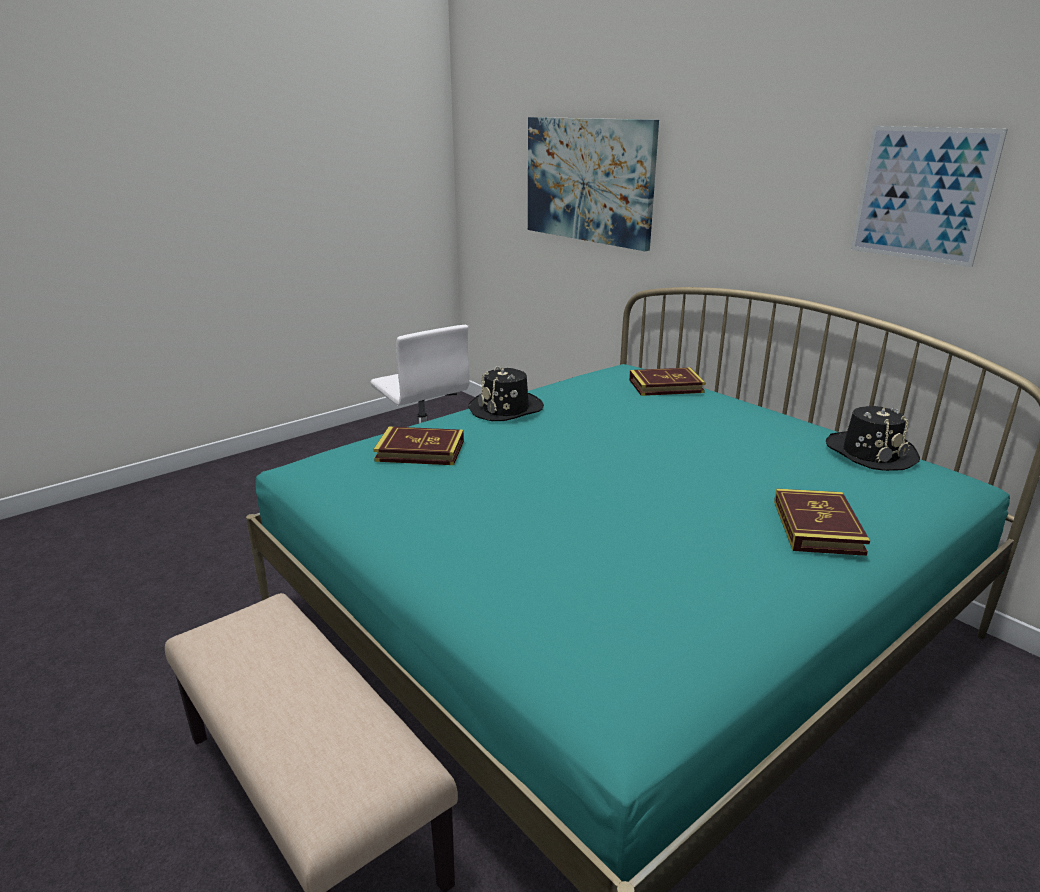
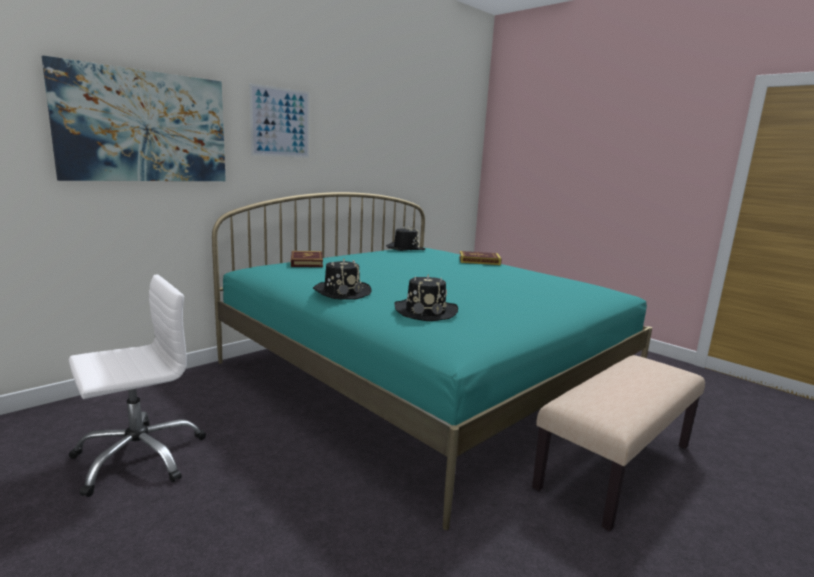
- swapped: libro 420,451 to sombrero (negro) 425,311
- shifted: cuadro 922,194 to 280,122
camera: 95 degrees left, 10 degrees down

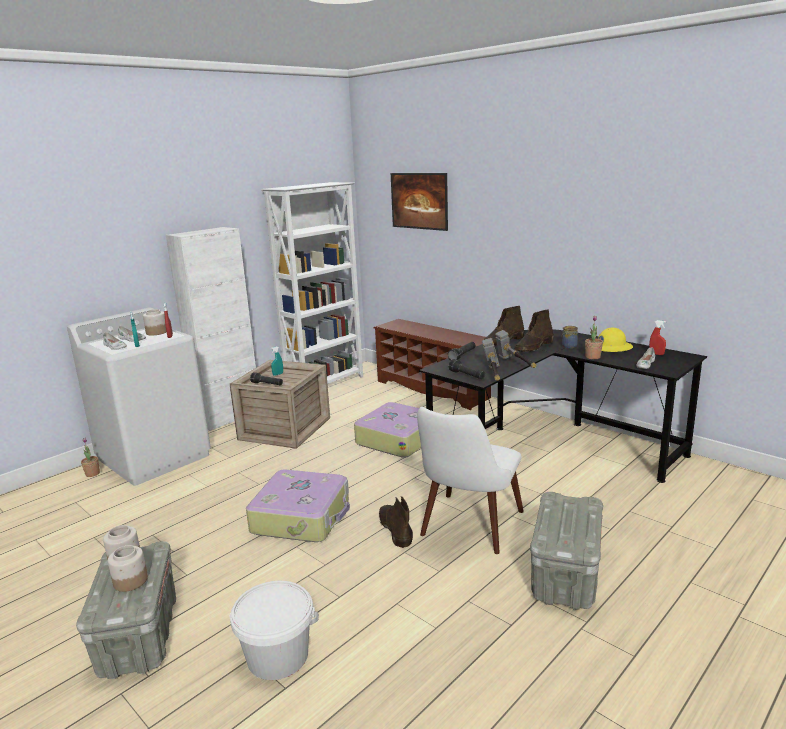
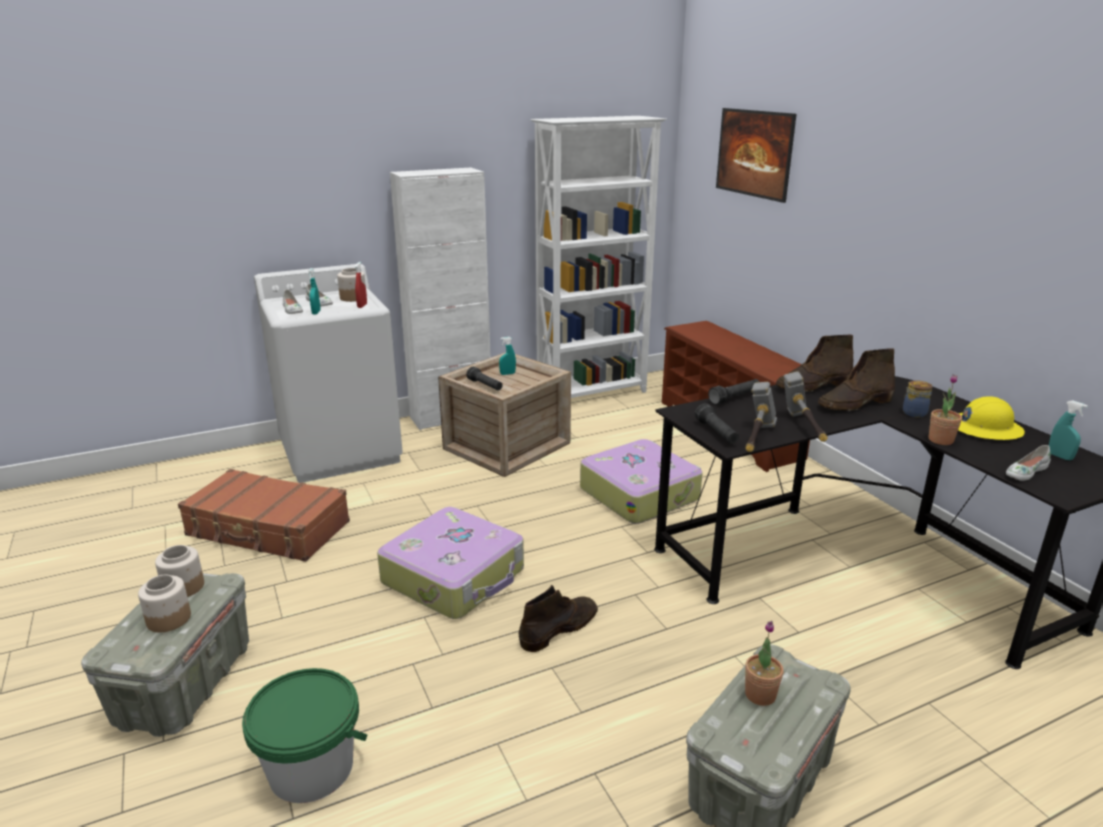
- shifted: planta en maceta 92,474 to 760,695
- repainted: cubo (blanco) 278,656 to cubo (verde) 311,768
- rotated: bota (marrón) 395,529 = 559,628 45 degrees clockwise
- gone: silla (blanco) 467,530
- repainted: pulverizador (rojo) 656,354 to pulverizador (turquesa) 1060,456
- new: maleta (marrón) 268,529
camera: 20 degrees right, 5 degrees up

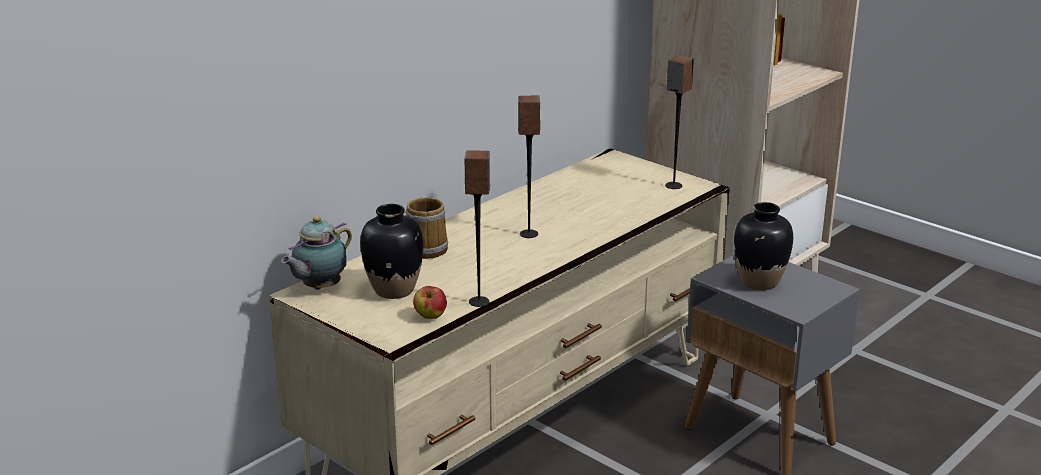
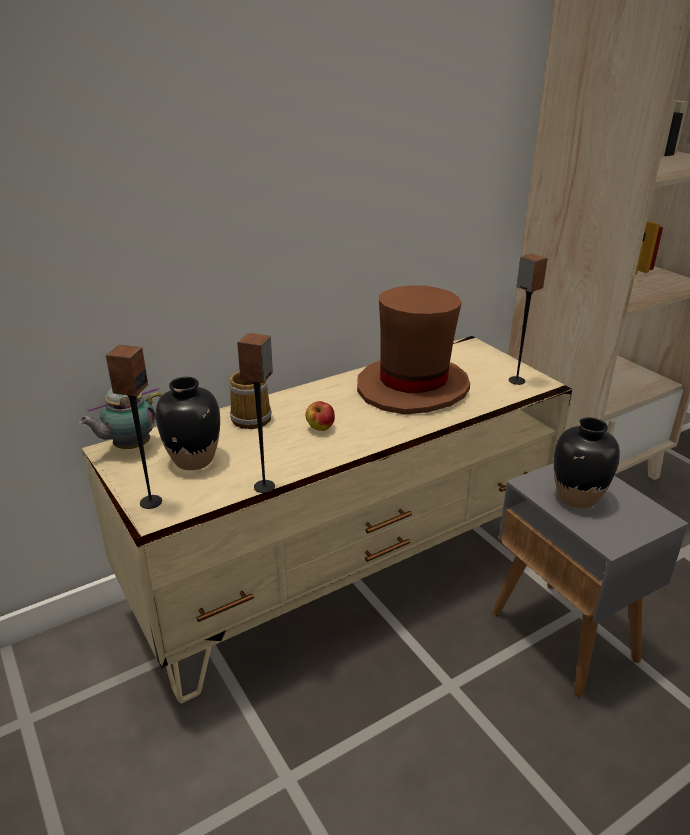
- shifted: manzana 430,317 to 320,428
- shifted: altavoz 528,234 to 150,502
- new: sombrero (marrón) 413,387
camera: 15 degrees right, 5 degrees up

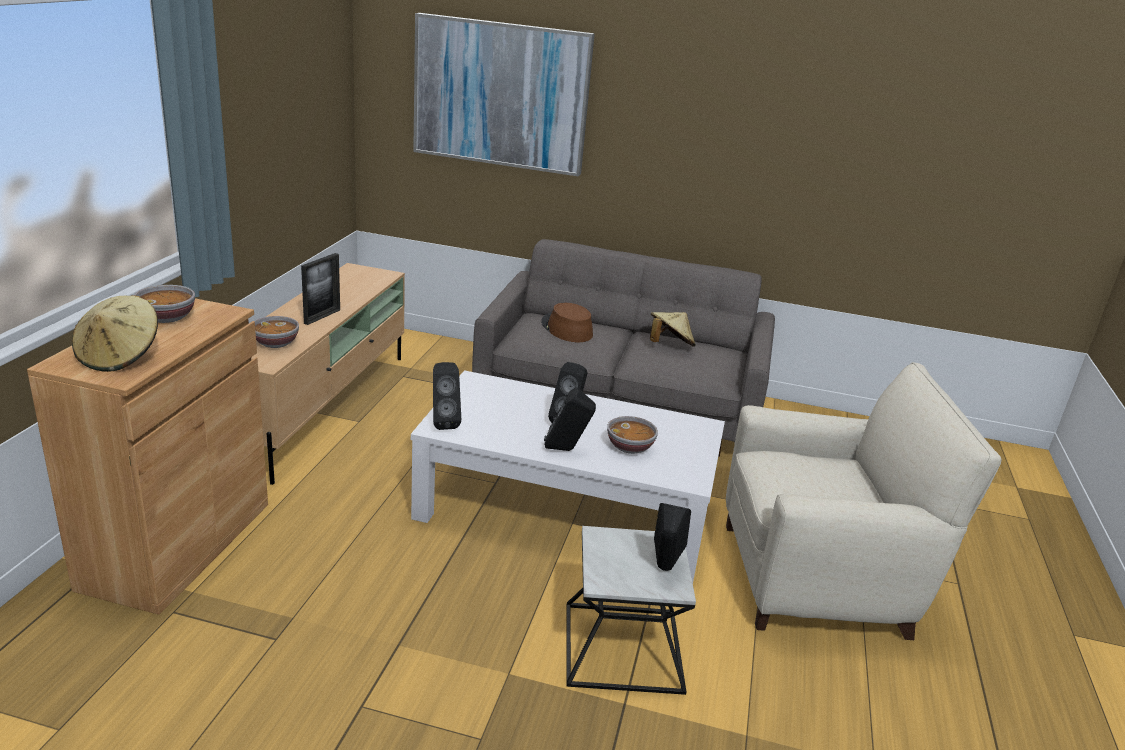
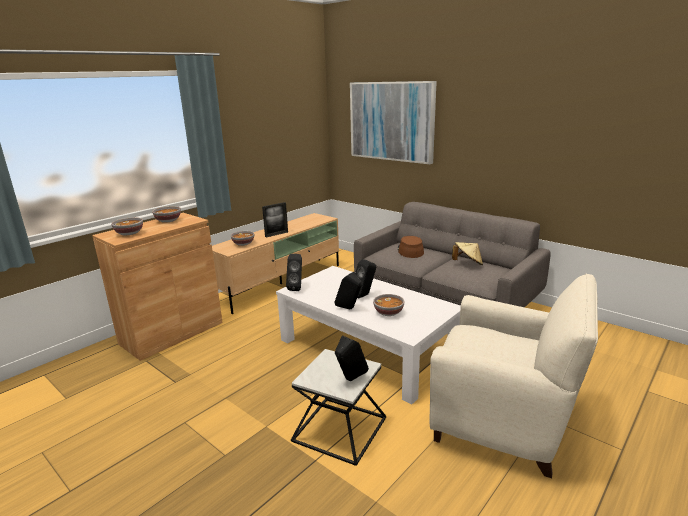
- swapped: sombrero (beis) 119,357 to cuenco 129,233
camera: 30 degrees right, 5 degrees down

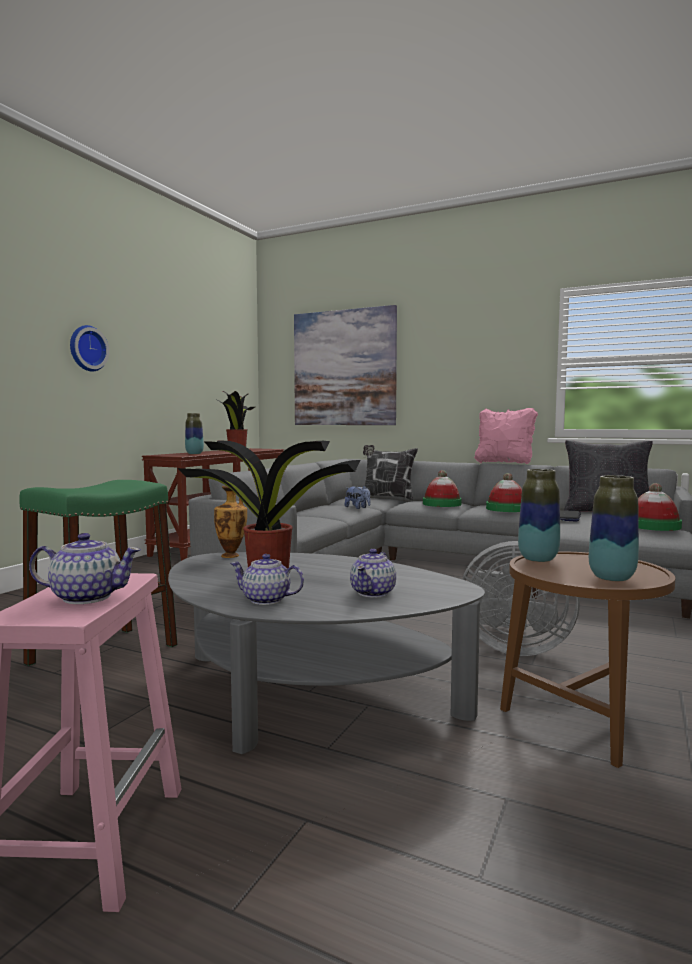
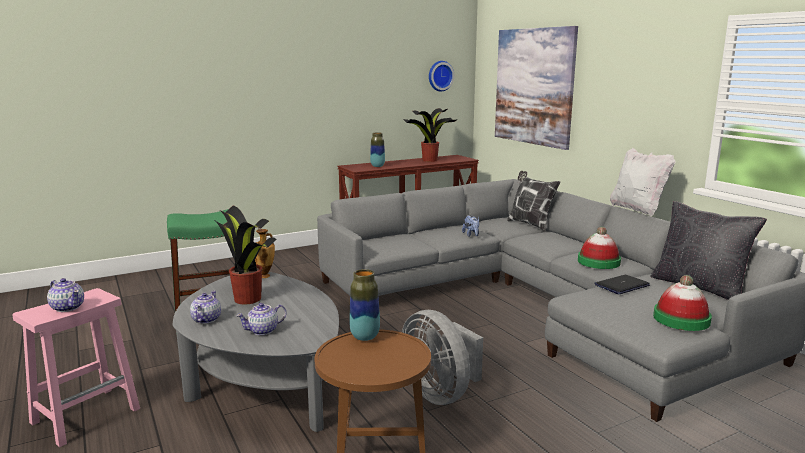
- shifted: reloj de pared 86,348 to 440,76
- rotated: tetera 266,600 = 206,319 45 degrees clockwise
- gone: sombrero 442,504
- repainted: cojín (rosa) 504,463 to cojín (blanco) 637,210
- gone: florero 612,578
camera: 35 degrees right, 10 degrees up

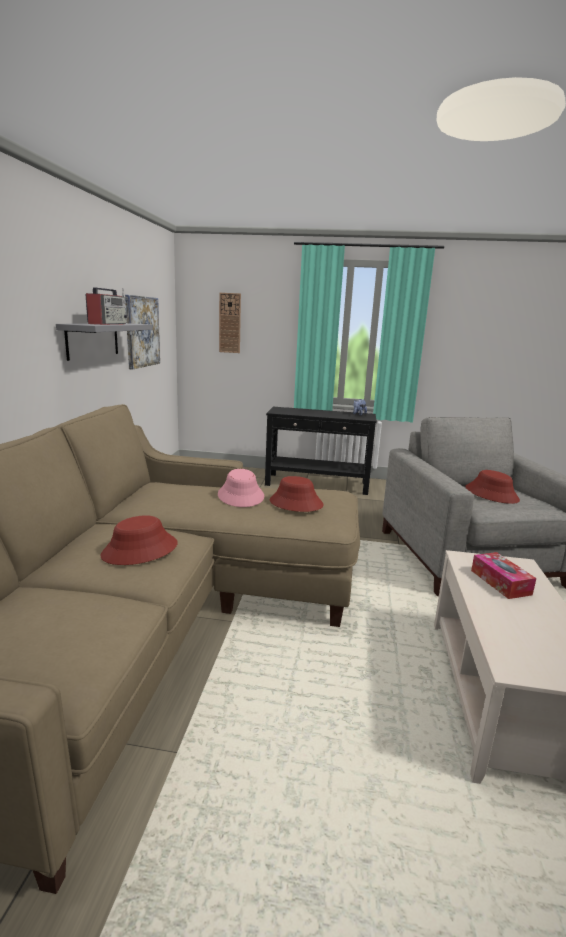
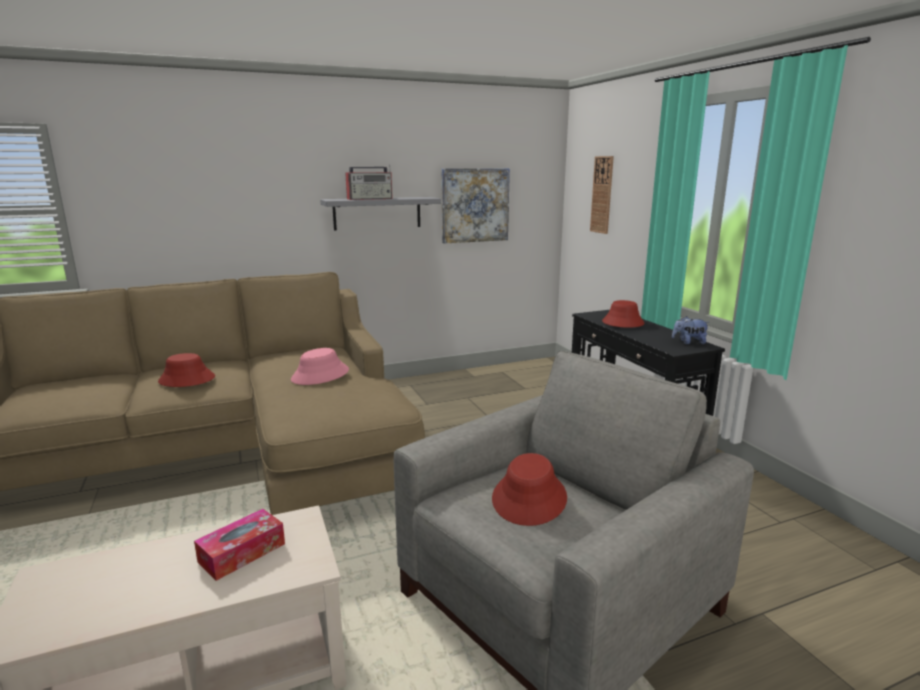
- shifted: sombrero (rojo) 295,503 to 622,323
camera: 60 degrees right, 0 degrees up

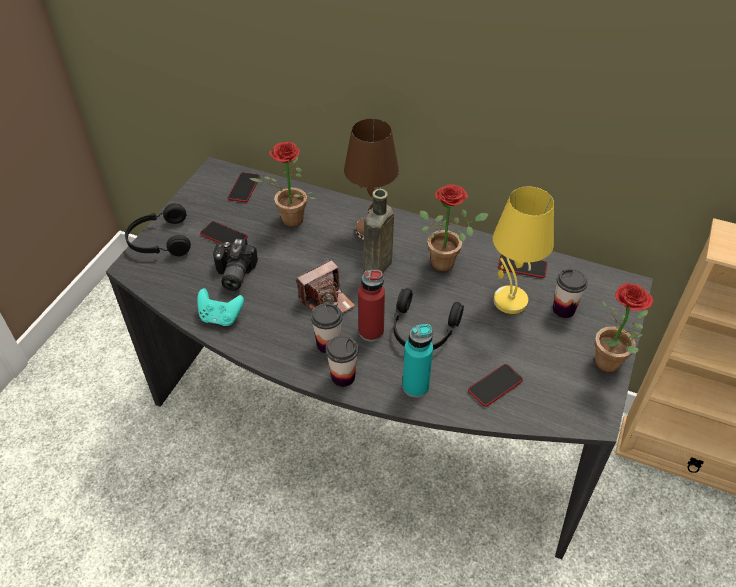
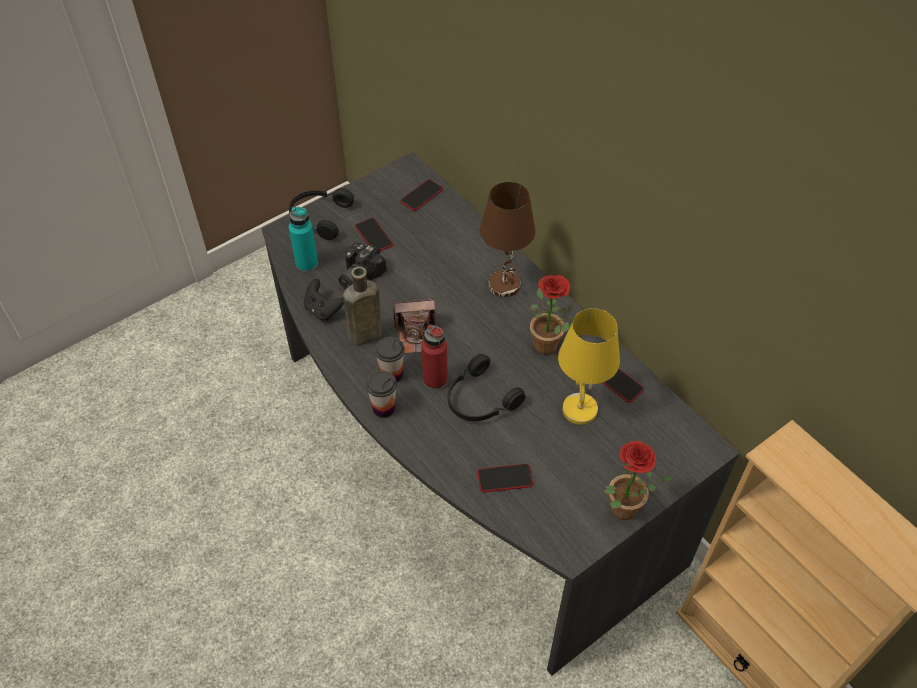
- repainted: mando de consola (turquesa) 221,317 to mando de consola (negro) 323,310
- gone: planta en maceta 288,221
- shifted: botella (marrón) 376,268 to 363,336
- shifted: botella (turquesa) 415,386 to 307,263
- gone: taza 563,309
camera: 30 degrees right, 5 degrees up

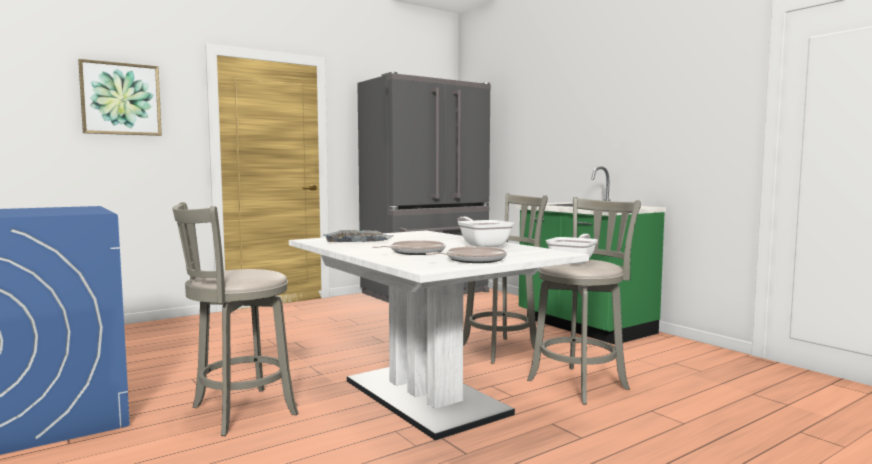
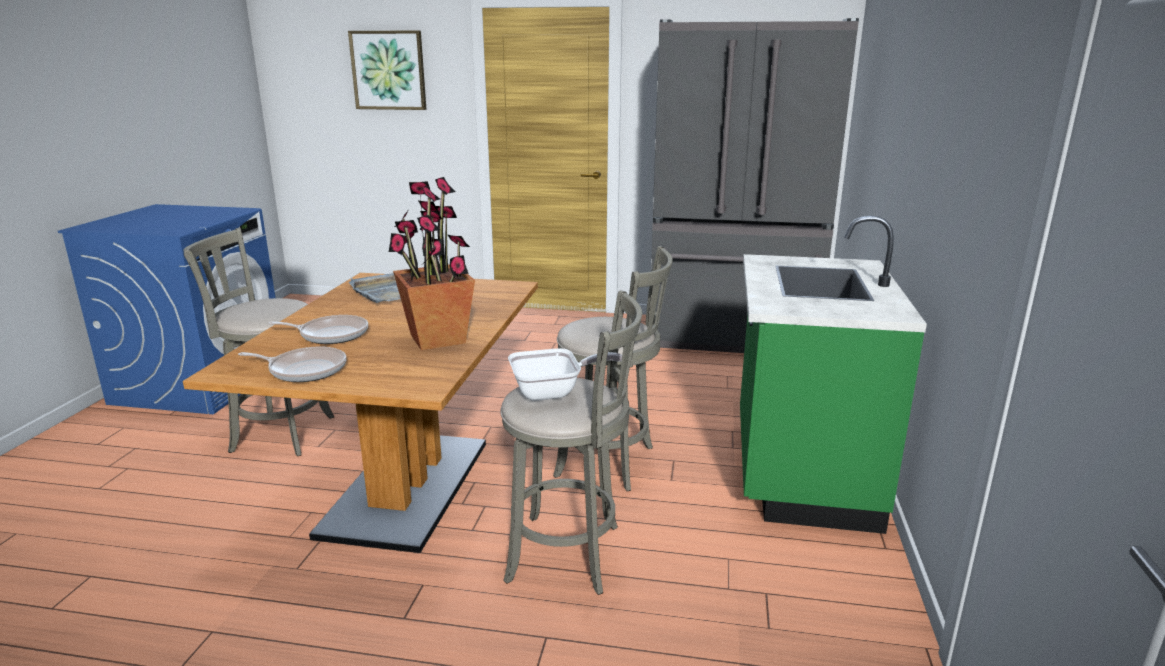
- repainted: mesa de comedor (blanco) 424,397 to mesa de comedor (marrón) 407,487
- swapped: sartén 482,245 to planta en maceta 437,339
camera: 45 degrees right, 15 degrees up

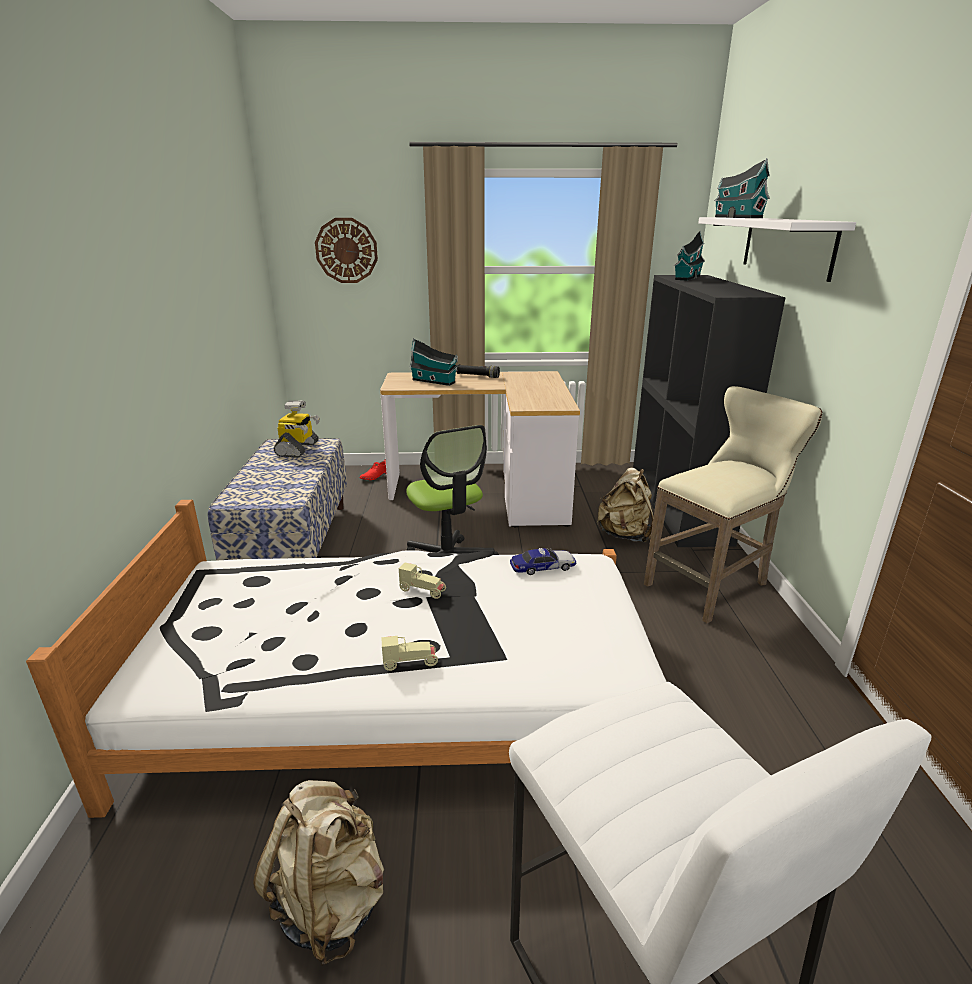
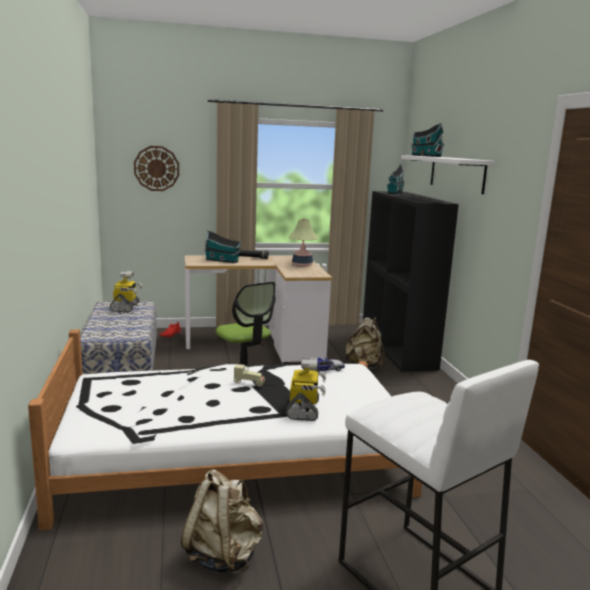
- gone: coche de juguete (beis) 410,662
- gone: taburete (beis) 713,584
- new: robot de juguete 304,409
- new: lámpara de mesa 302,264
camera: 10 degrees left, 10 degrees down

